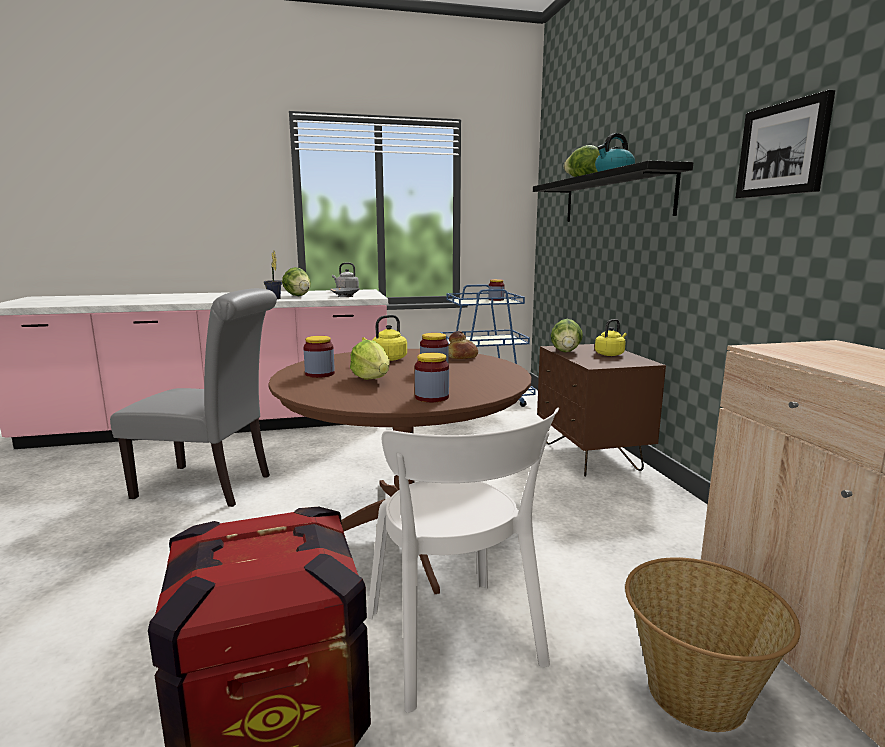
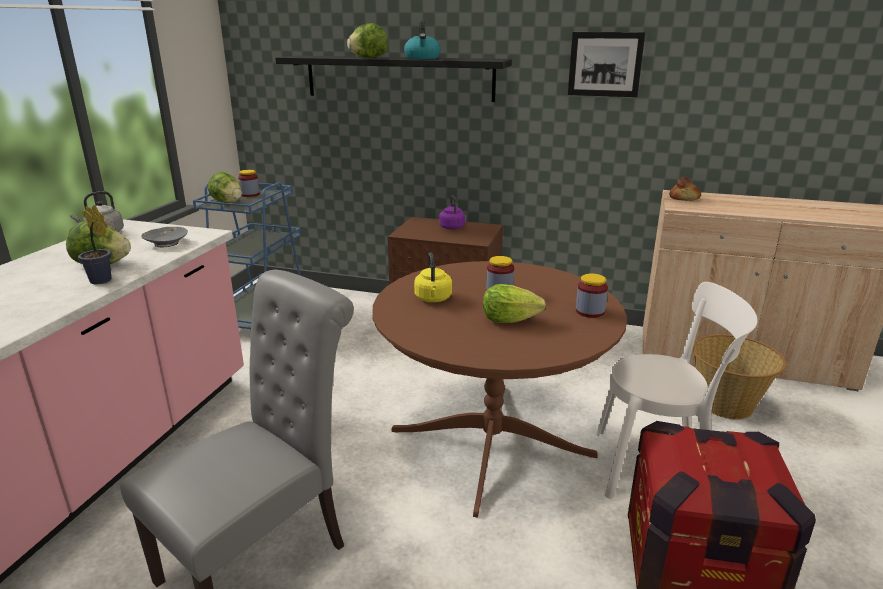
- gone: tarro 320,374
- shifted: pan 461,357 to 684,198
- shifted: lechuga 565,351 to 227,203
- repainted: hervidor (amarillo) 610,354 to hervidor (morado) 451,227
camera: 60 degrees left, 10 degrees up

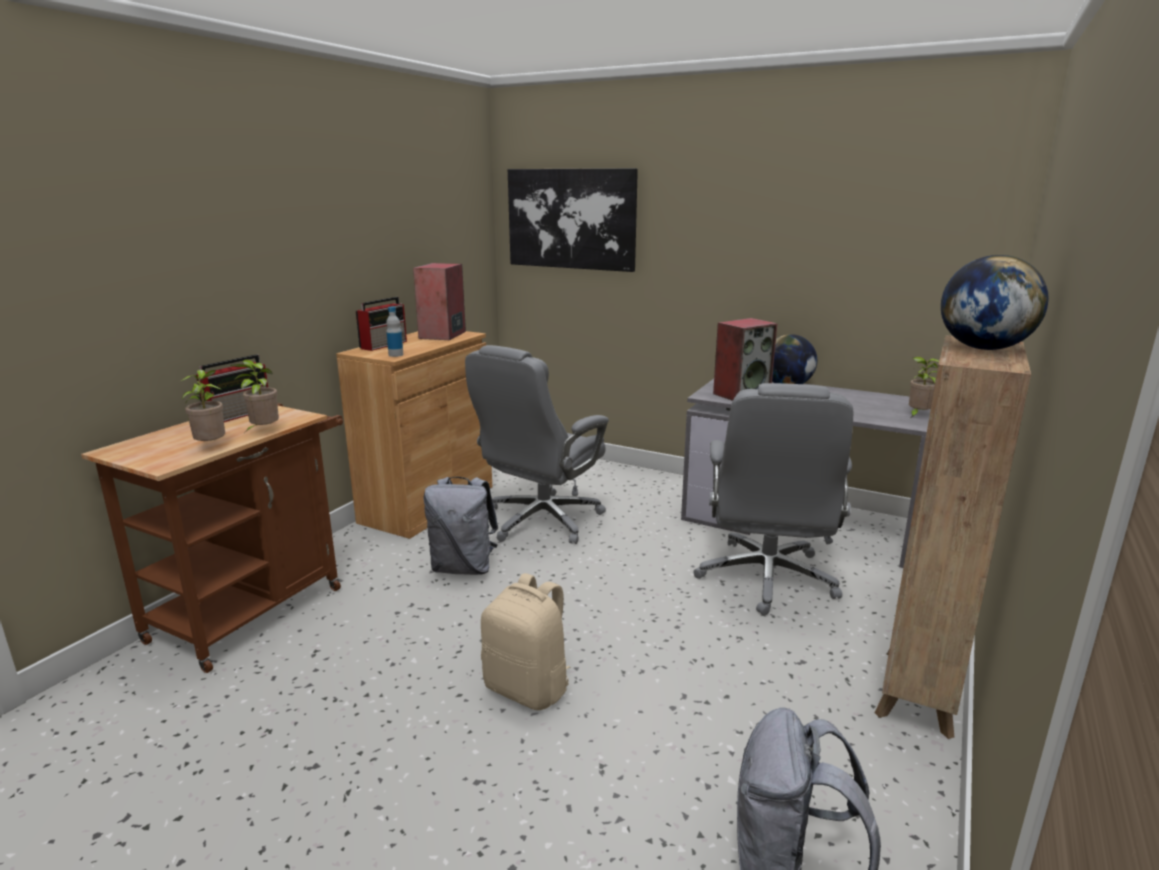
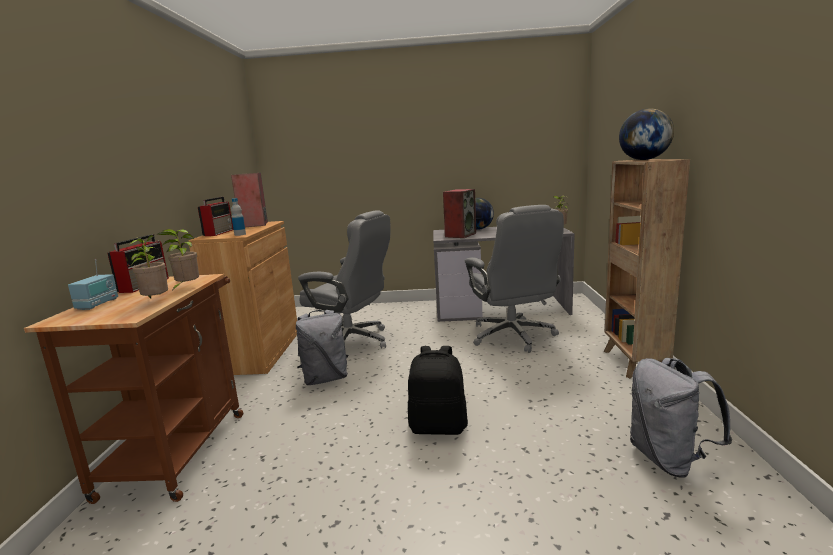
- rotated: silla de oficina (gris) 541,520 = 352,342 75 degrees counterclockwise
- repainted: mochila (beis) 528,688 to mochila (negro) 438,426
- gone: cuadro 571,219
- new: radio 98,304
camera: 25 degrees left, 5 degrees down

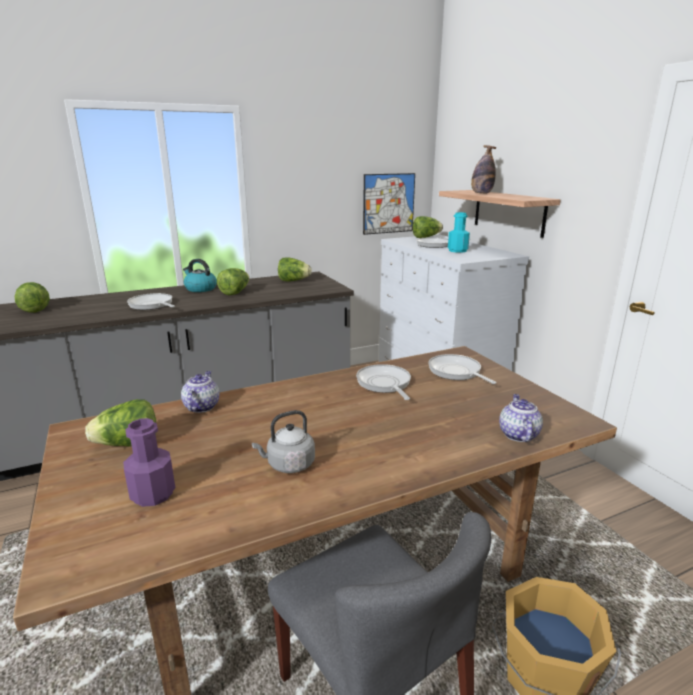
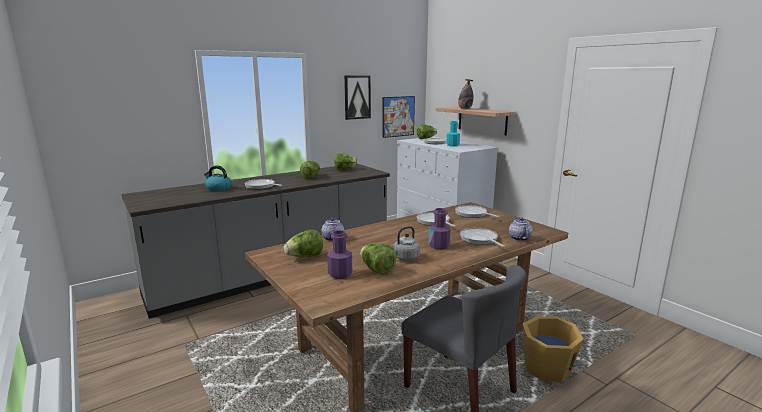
- shifted: lechuga 35,309 to 377,270
- shifted: hervidor 200,289 to 218,189
- new: cuadro 357,97
- new: botella (morado) 438,246
- new: sartén 480,239
camera: 10 degrees left, 5 degrees down

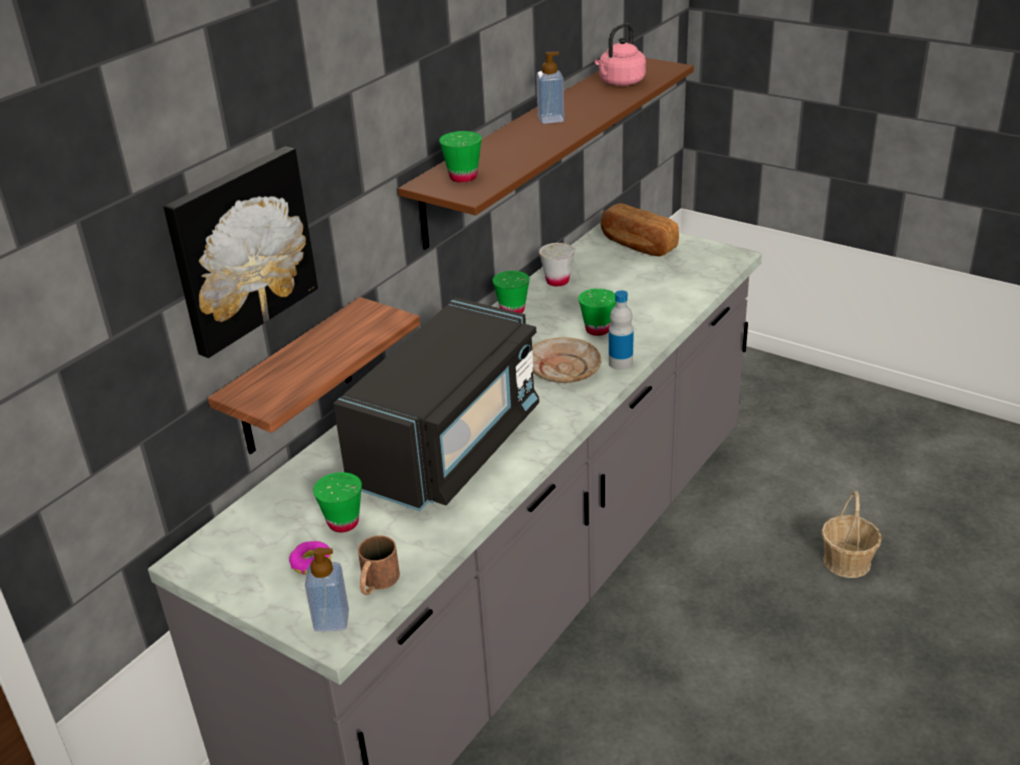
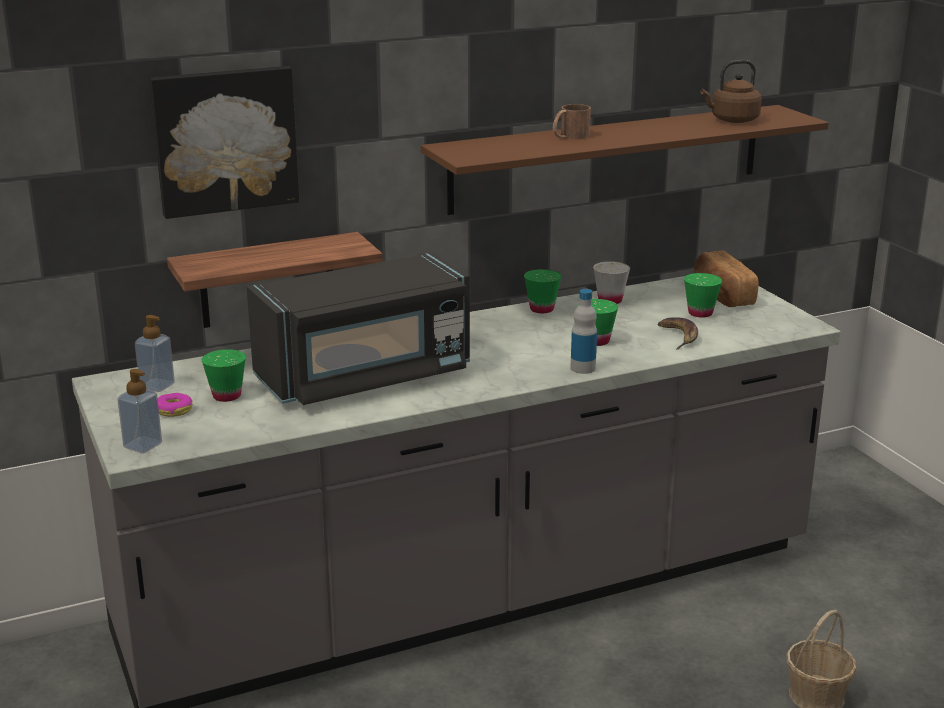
- shifted: taza grande (marrón) 376,582 to 569,137
- shifted: taza (verde) 463,177 to 700,313
- gone: plato (beis) 563,369
- shifted: dispensador de jabón 551,119 to 157,386
- repainted: hervidor (rosa) 620,83 to hervidor (marrón) 732,120
- new: plátano 679,337
camera: 30 degrees right, 10 degrees down

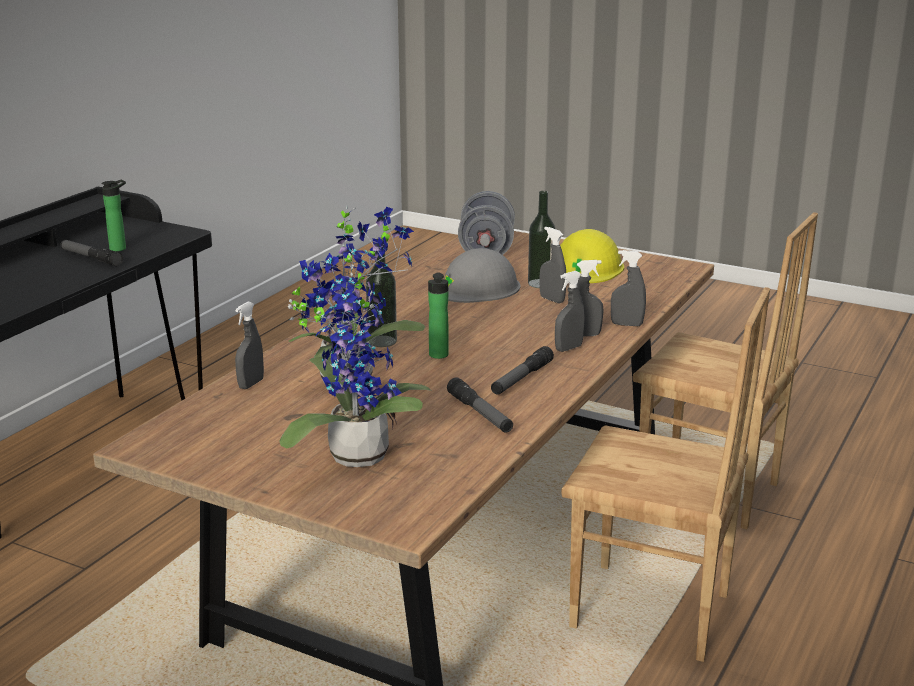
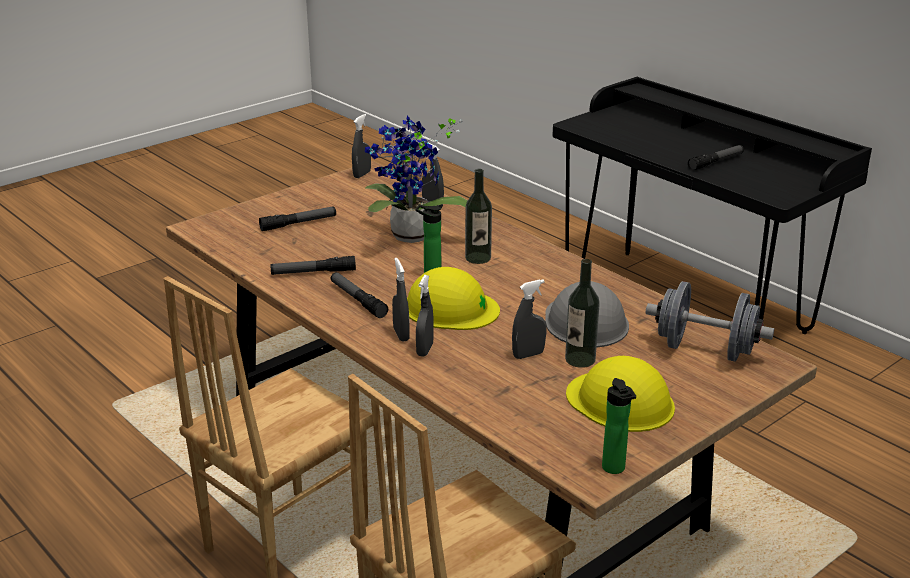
- shifted: botella 120,248 to 615,469
- swapped: planta en maceta 352,453 to linterna 298,223
- shifted: pulverizador (gris) 626,324 to 362,174
- new: casco (amarillo) 450,308
camera: 110 degrees right, 5 degrees up

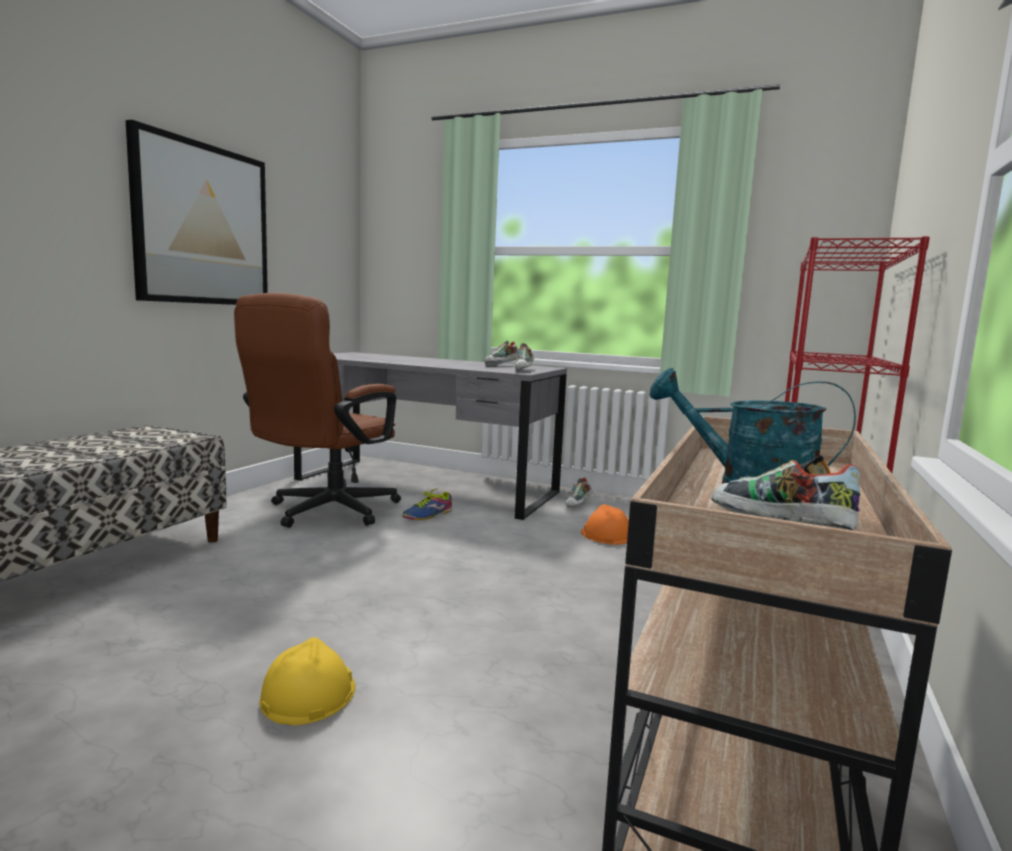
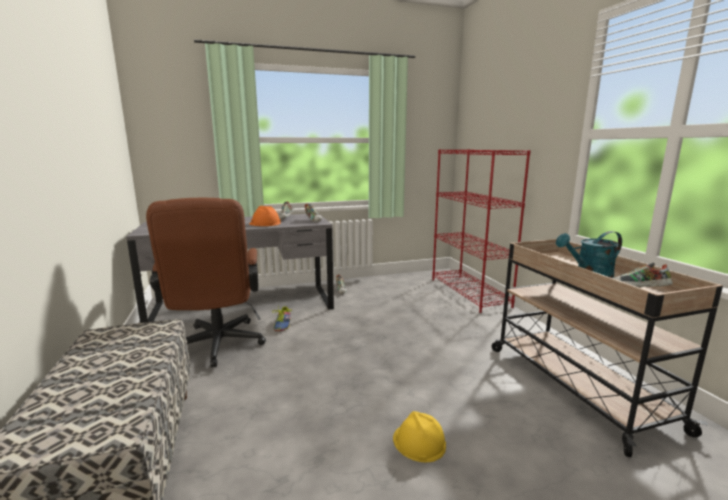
- gone: cuadro 202,225
- shifted: casco (naranja) 606,535 to 265,223
camera: 40 degrees left, 5 degrees up

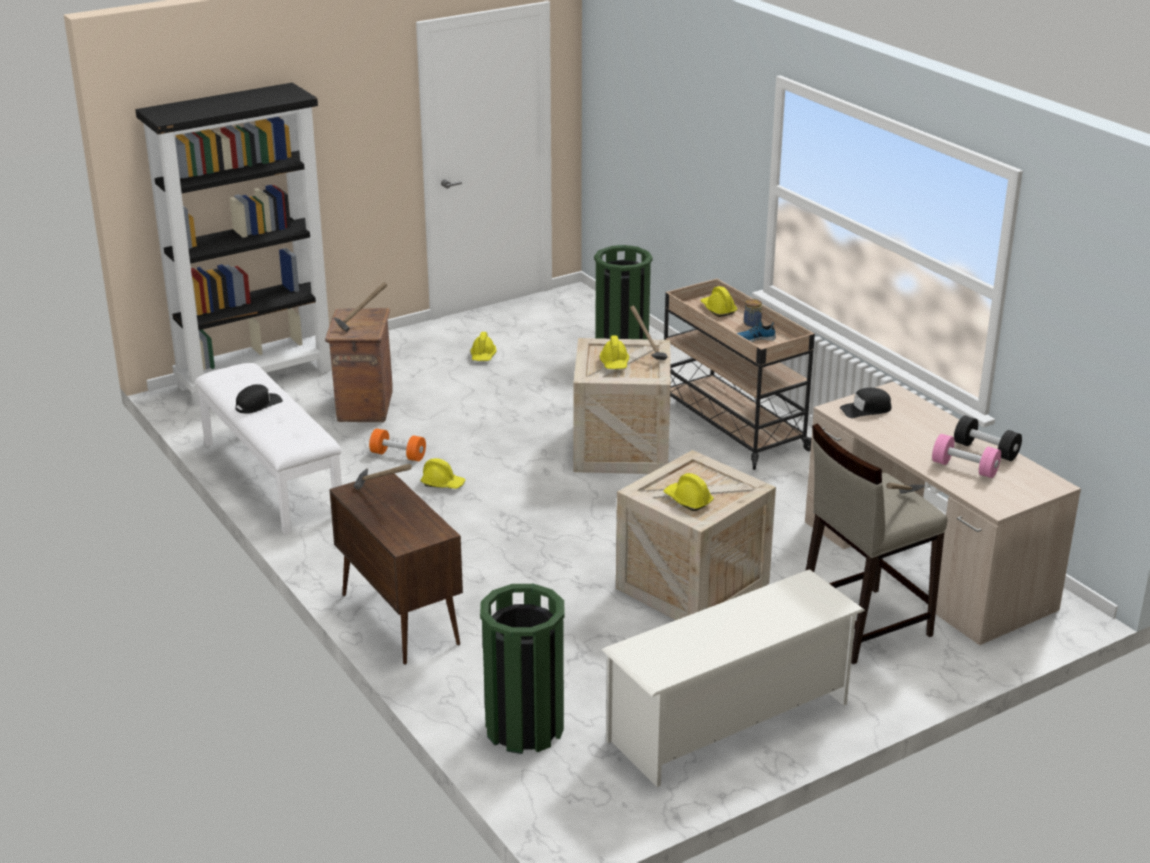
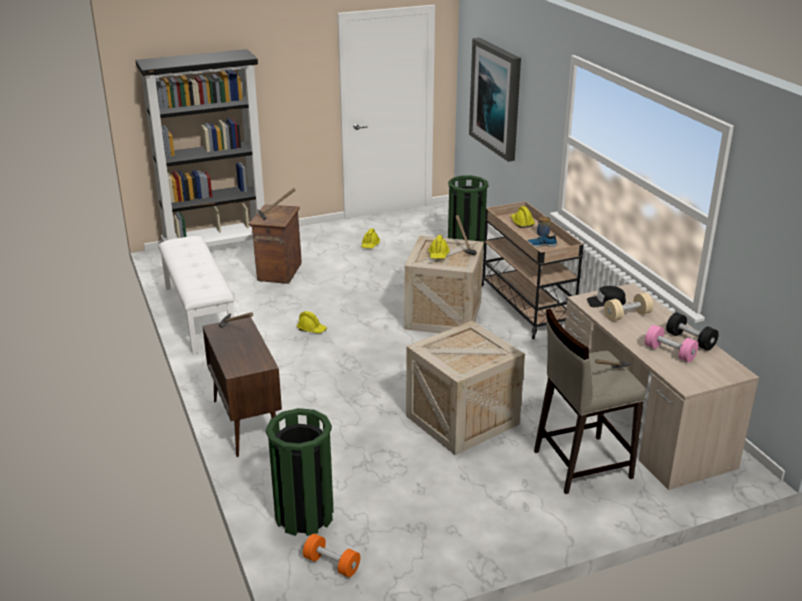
- gone: gorra (negro) 258,404
- shifted: mancuerna (naranja) 398,455 to 332,564
- gone: zapatero (blanco) 729,722
- gone: casco (amarillo) 688,500
- new: cuadro 496,98
- new: mancuerna (beis) 627,316
camera: 10 degrees right, 0 degrees up

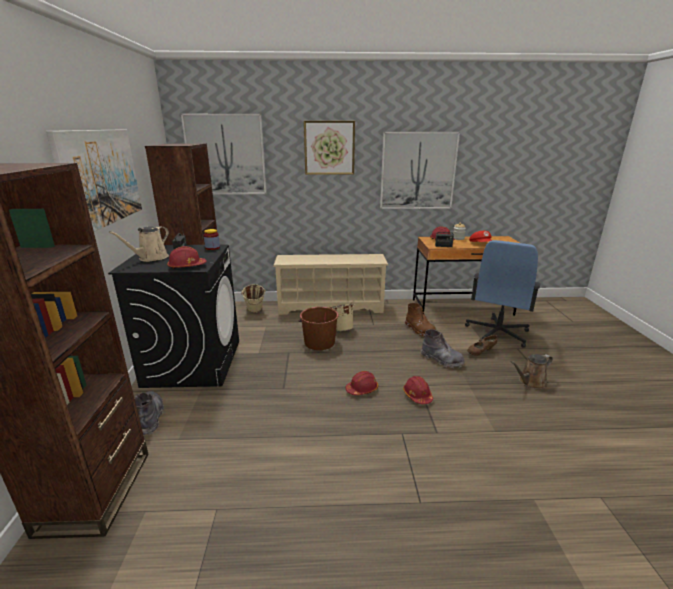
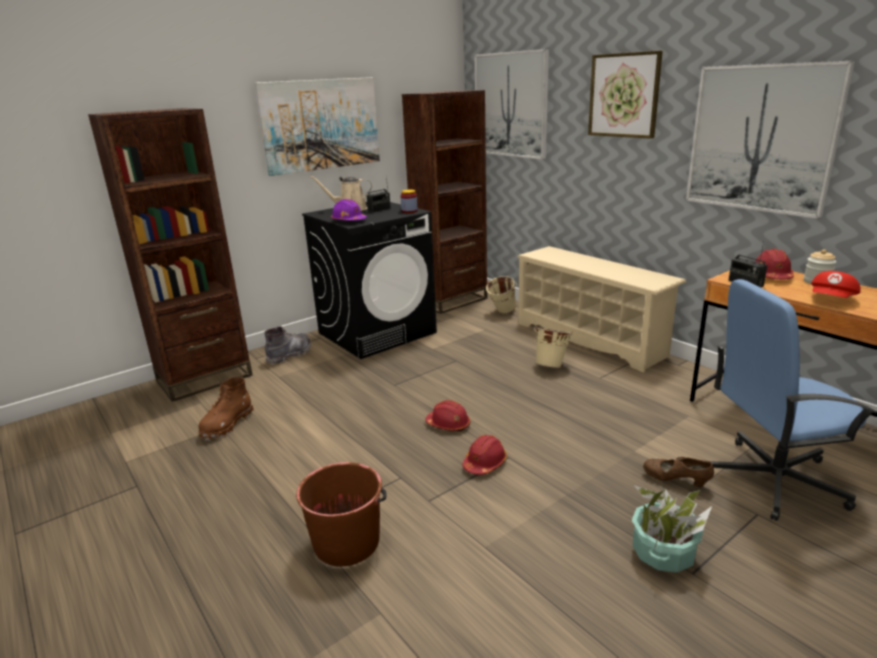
- repainted: casco (rojo) 187,266 to casco (morado) 348,221
- shifted: cubo (marrón) 319,342 to 347,541
- shifted: bota (marrón) 419,330 to 227,425
- gone: bota (gris) 441,360
- swapped: regadera (marrón) 530,382 to planta en maceta 663,553
camera: 55 degrees right, 0 degrees up

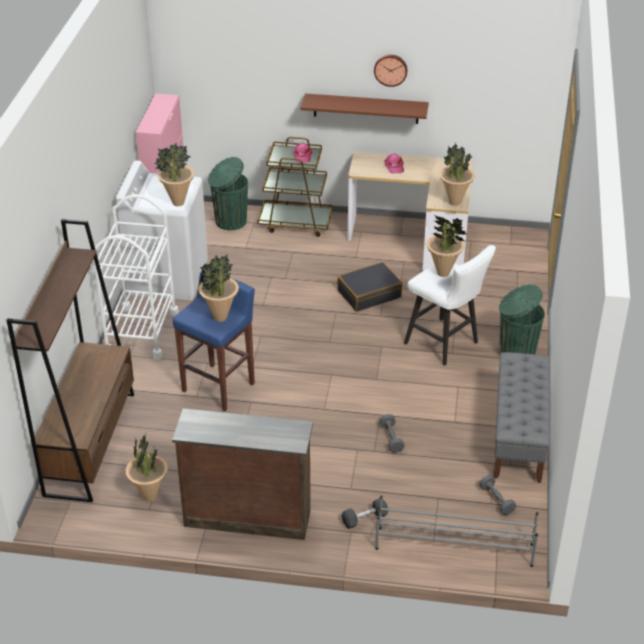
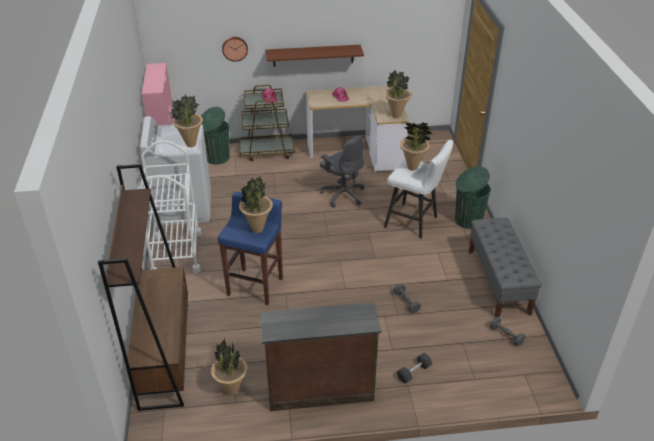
- swapped: maleta (negro) 369,294 to silla de oficina (gris) 342,194
- shifted: reloj de pared 390,69 to 235,48
- gone: zapatero (gris) 453,546
camera: 15 degrees left, 0 degrees up

